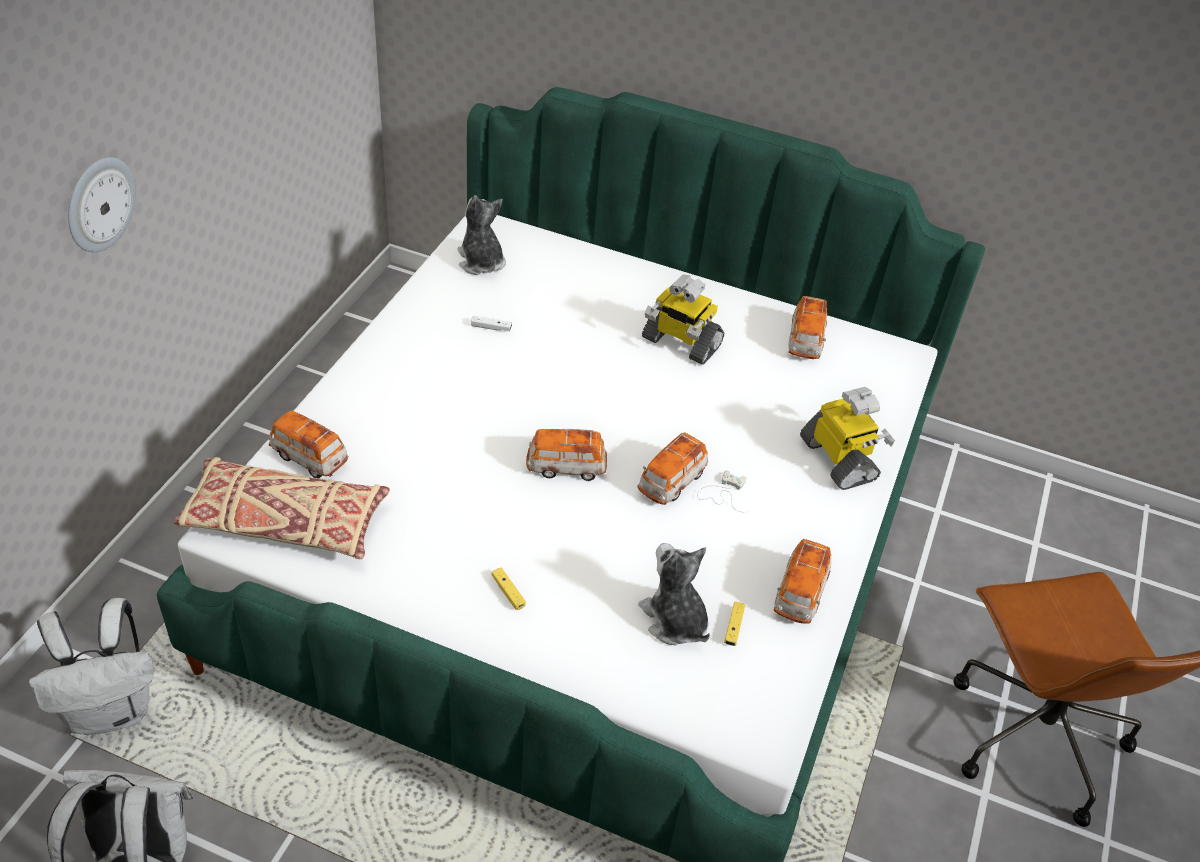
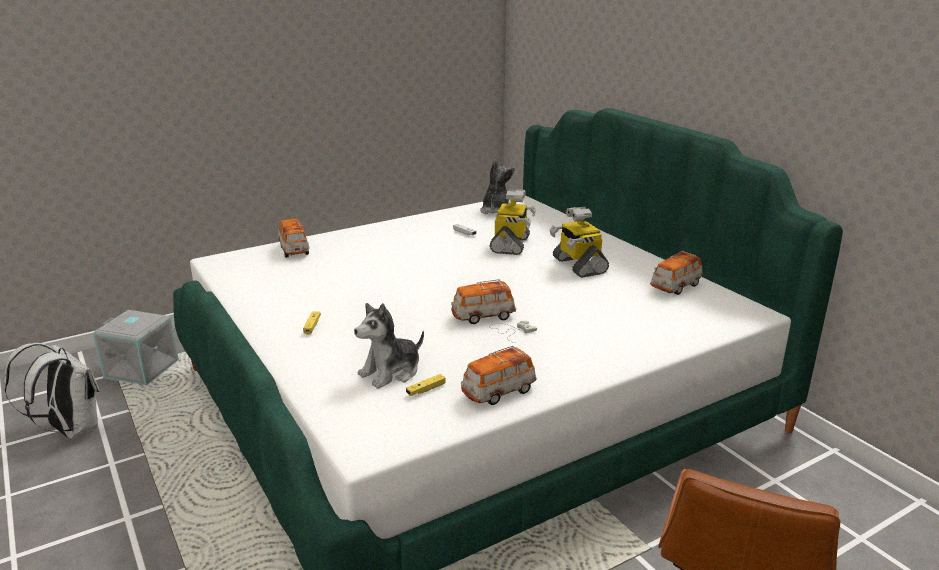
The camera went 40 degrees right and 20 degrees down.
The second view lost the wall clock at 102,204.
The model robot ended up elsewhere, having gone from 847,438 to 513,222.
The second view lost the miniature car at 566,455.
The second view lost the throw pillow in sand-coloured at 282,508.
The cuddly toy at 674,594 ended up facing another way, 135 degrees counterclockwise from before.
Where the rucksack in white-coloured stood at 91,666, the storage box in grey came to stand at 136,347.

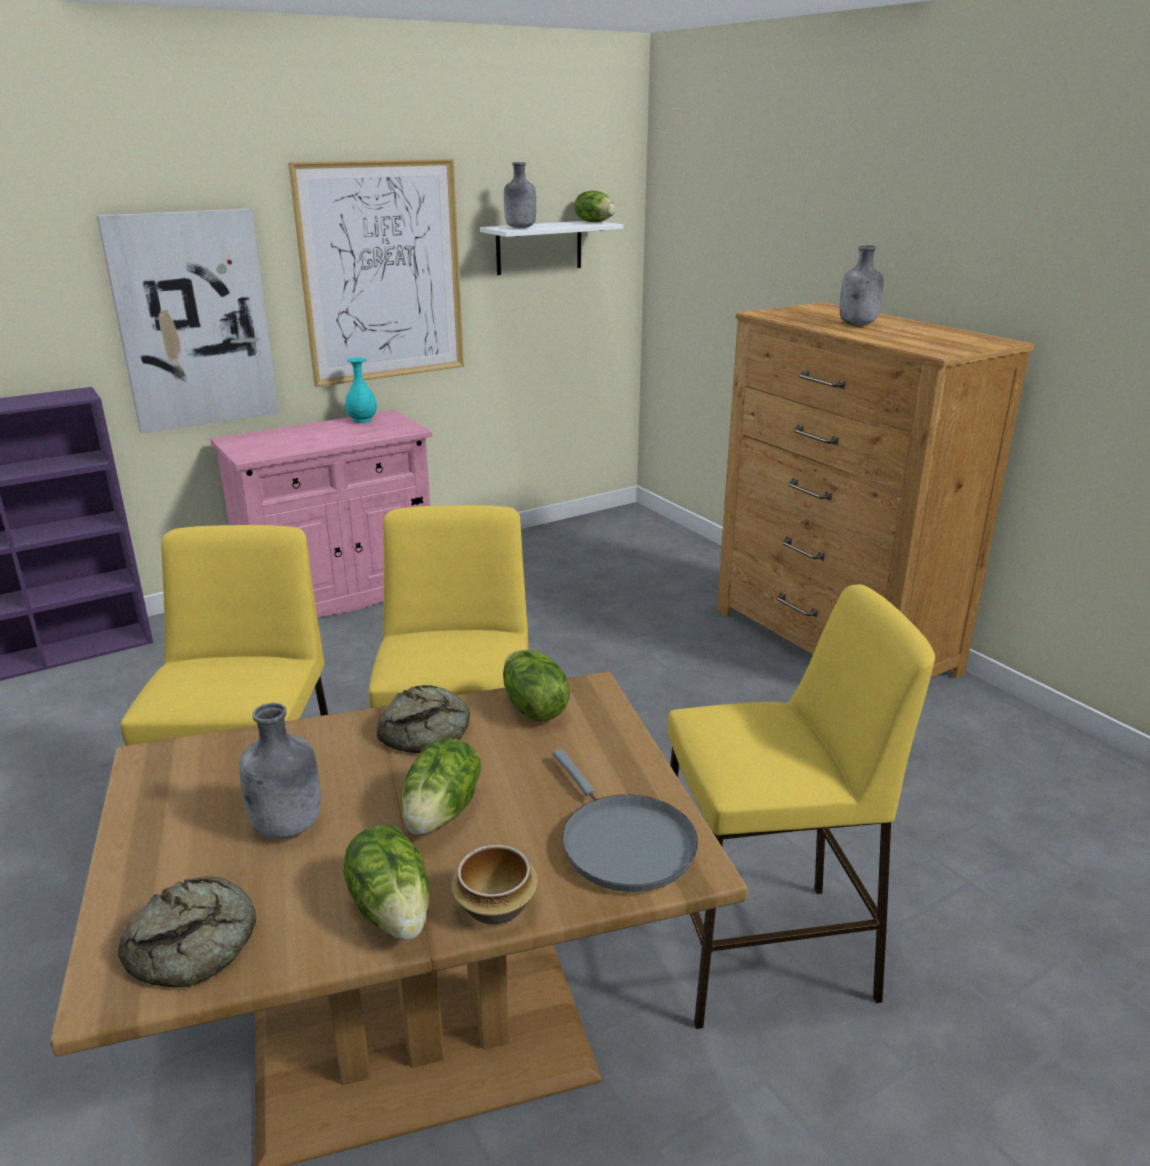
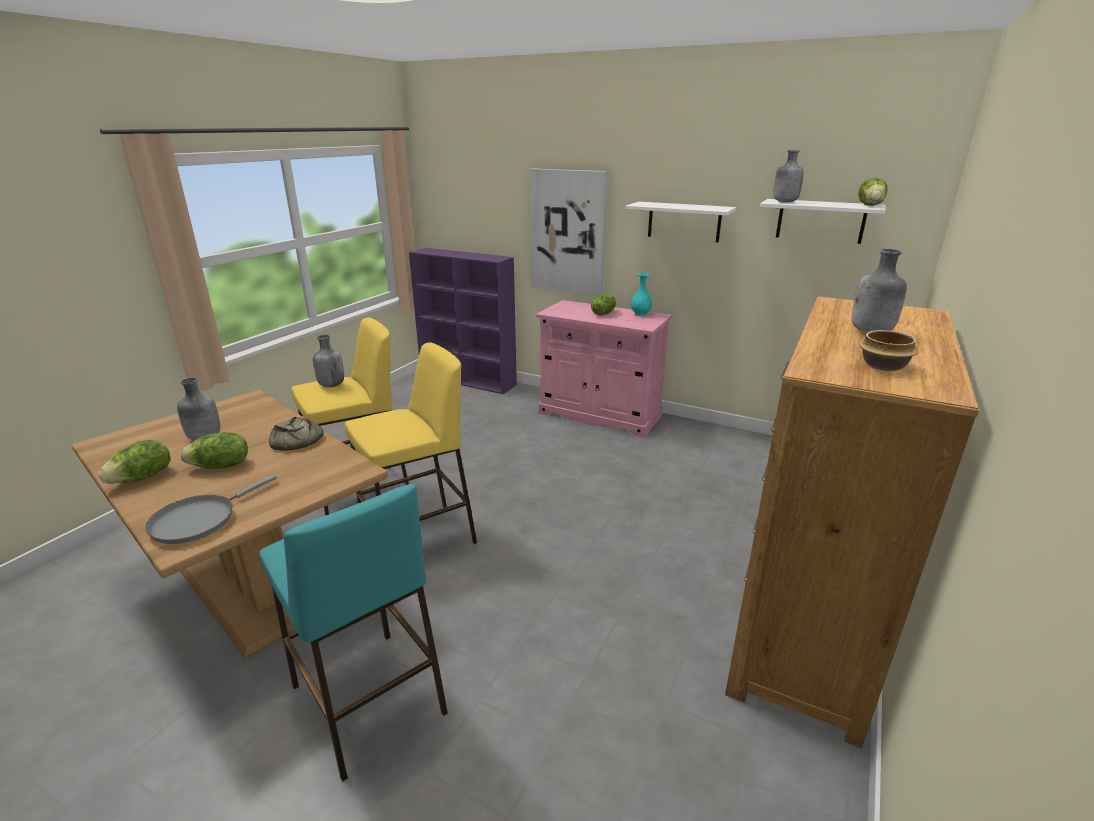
The camera went 60 degrees right and 0 degrees up.
Where the wall art hung at 376,273, the bracket shelf in white-coloured came to hang at 680,222.
What was the stool seat in yellow at 801,807 turned into the stool seat in turquoise-coloured at 353,633.
The lettuce ended up elsewhere, having gone from 536,686 to 603,304.
The bowl ended up elsewhere, having gone from 494,885 to 889,350.
The second view lost the bakery bread at 187,932.
The second view gained the bottle in grey at 328,361.

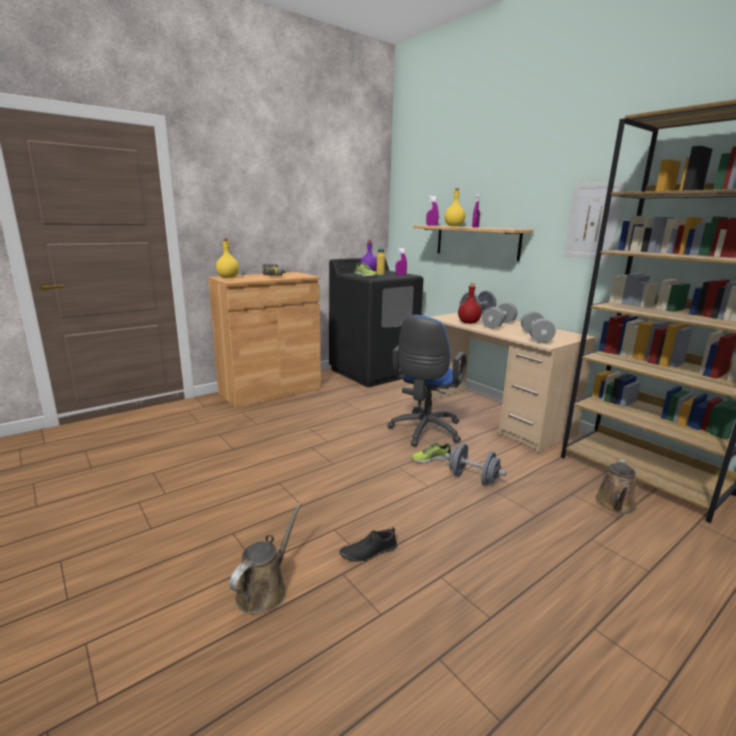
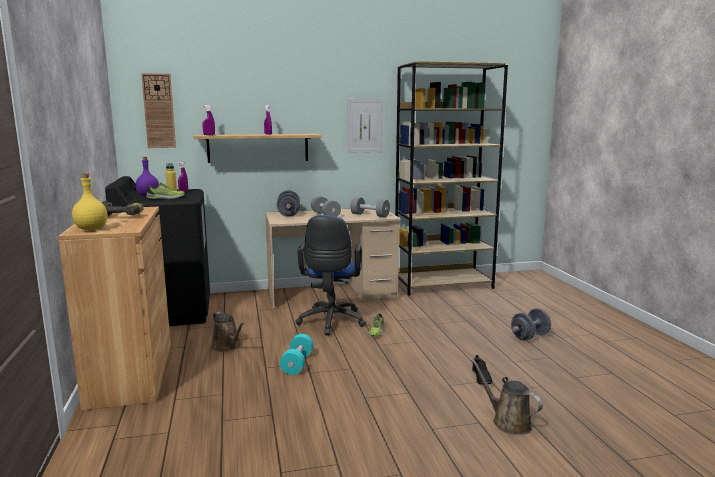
The camera went 65 degrees left and 5 degrees down.
The second view lost the bottle in yellow at 455,207.
The second view lost the bottle in reddish at 470,303.
The office chair in bluish at 426,381 ended up facing another way, 45 degrees clockwise from before.
The hand weight in grey ended up elsewhere, having gone from 475,464 to 531,324.
The watering can in brown ended up elsewhere, having gone from 616,486 to 227,332.
The second view gained the wall clock at 158,110.
The second view gained the hand weight in turquoise-coloured at 296,354.

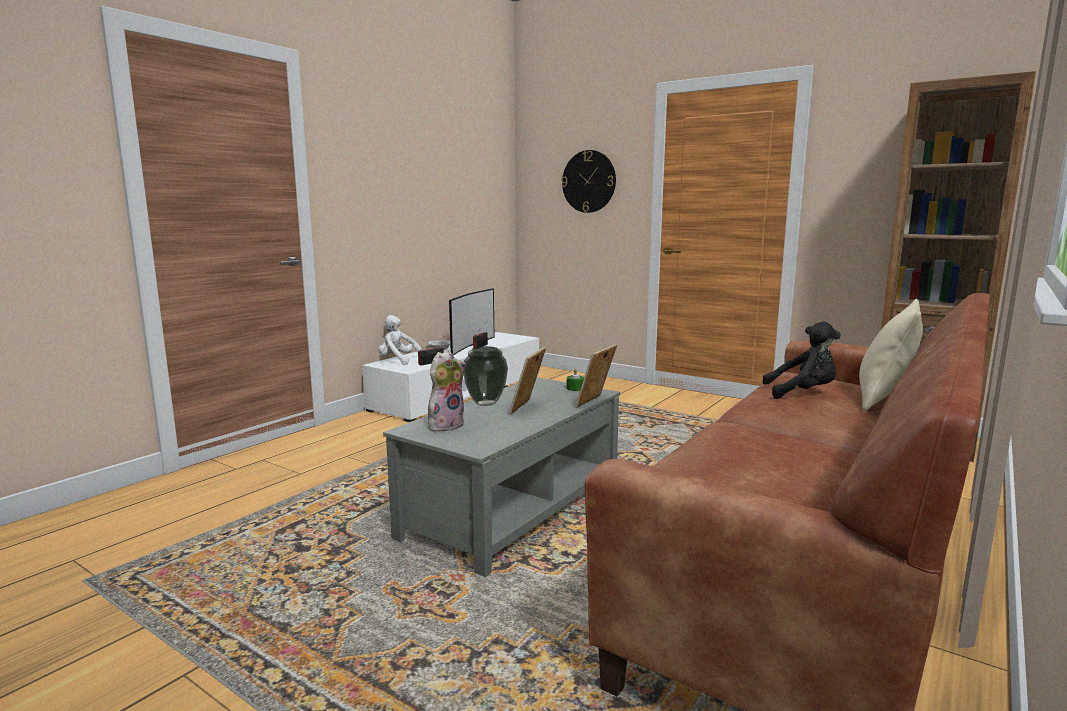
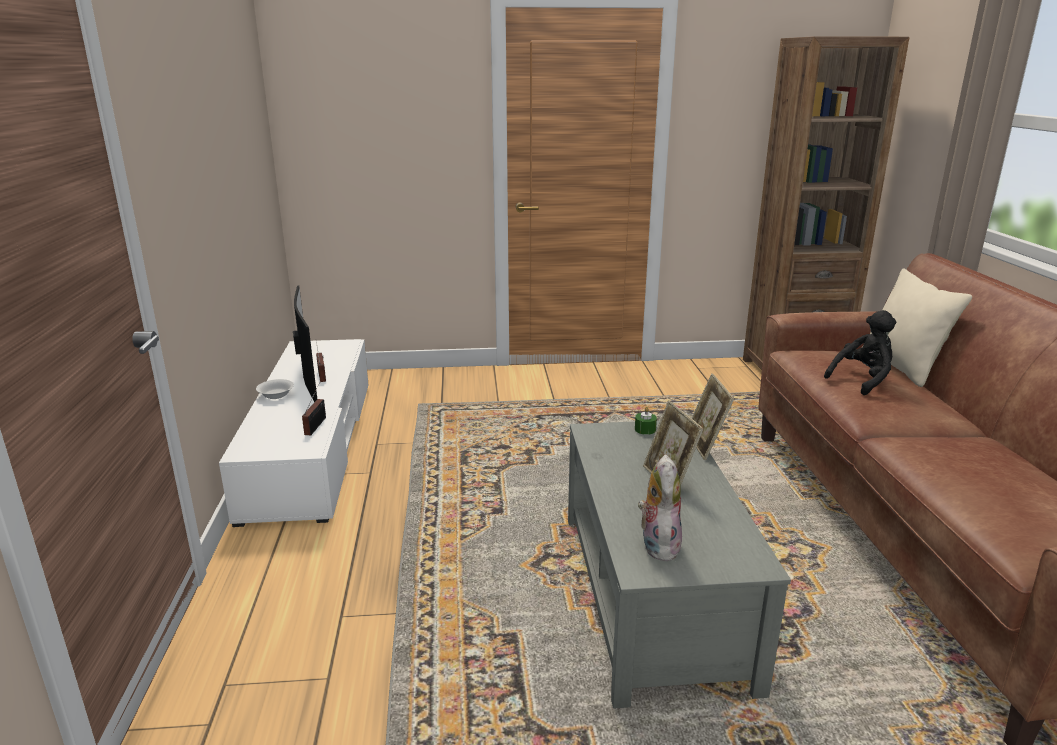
The camera went 40 degrees left and 10 degrees up.
The second view lost the wall clock at 588,181.
The second view lost the cuddly toy in white-coloured at 399,340.
The second view lost the flower vase at 486,376.

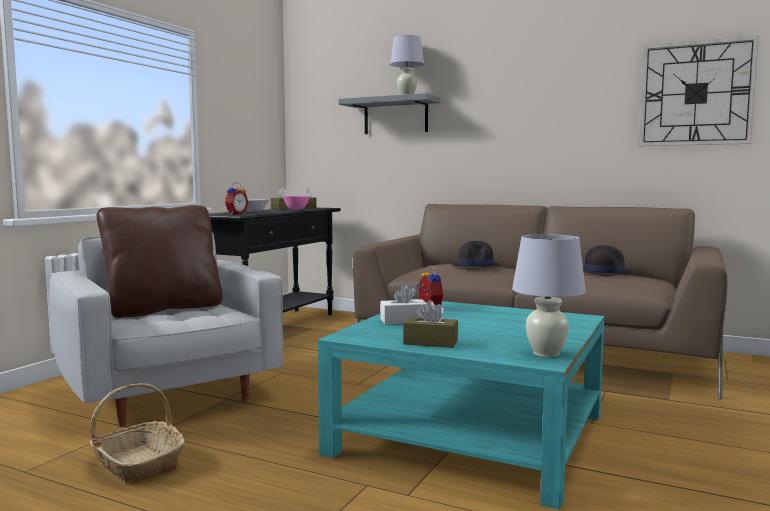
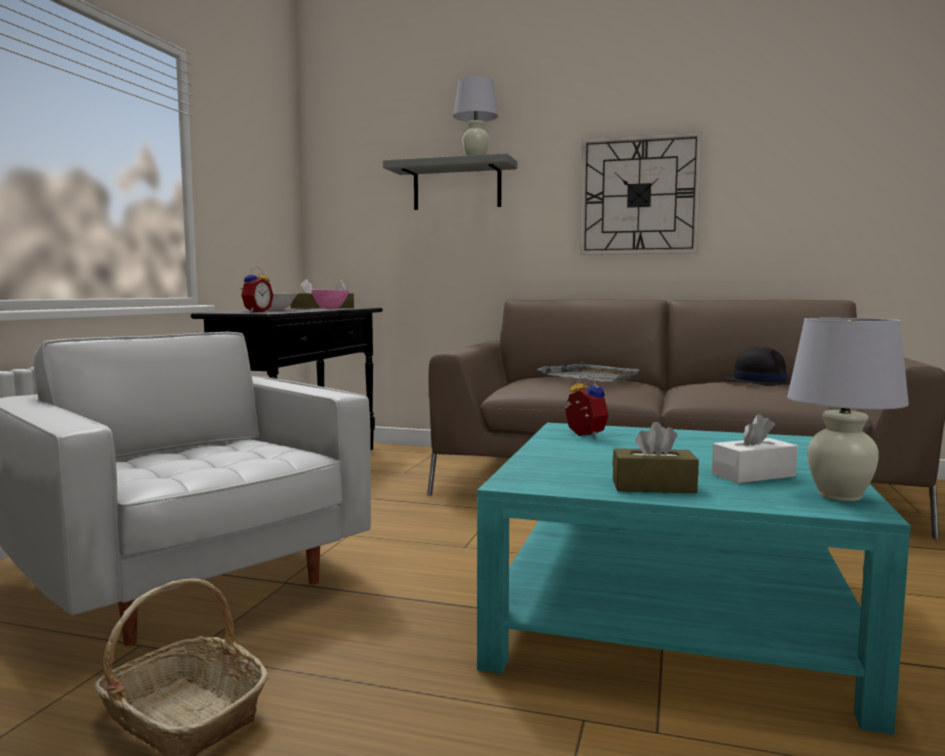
The camera went 10 degrees left and 0 degrees up.
The wall clock ended up elsewhere, having gone from 698,91 to 641,193.
The second view lost the throw pillow in brown at 160,261.
Where the hat in black-coloured stood at 475,254, the tray in grey came to stand at 589,372.
The box of tissues in white-coloured ended up elsewhere, having gone from 403,304 to 755,448.

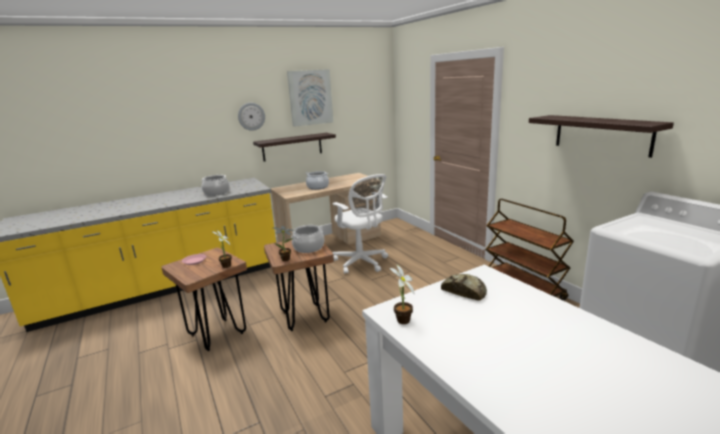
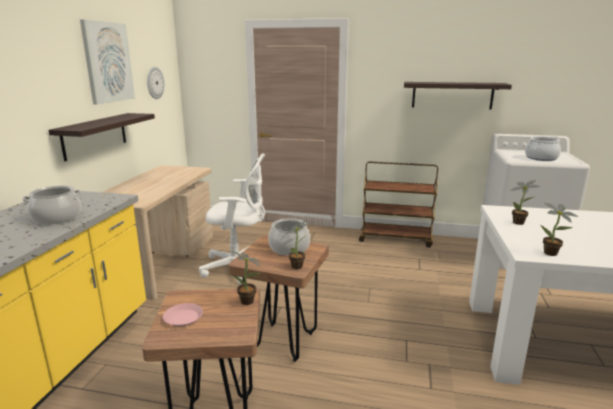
The camera went 50 degrees left and 0 degrees up.
The wall clock ended up elsewhere, having gone from 251,117 to 155,83.
The stockpot ended up elsewhere, having gone from 317,180 to 543,148.
Where the bakery bread stood at 464,287, the plant in a pot came to stand at 525,202.

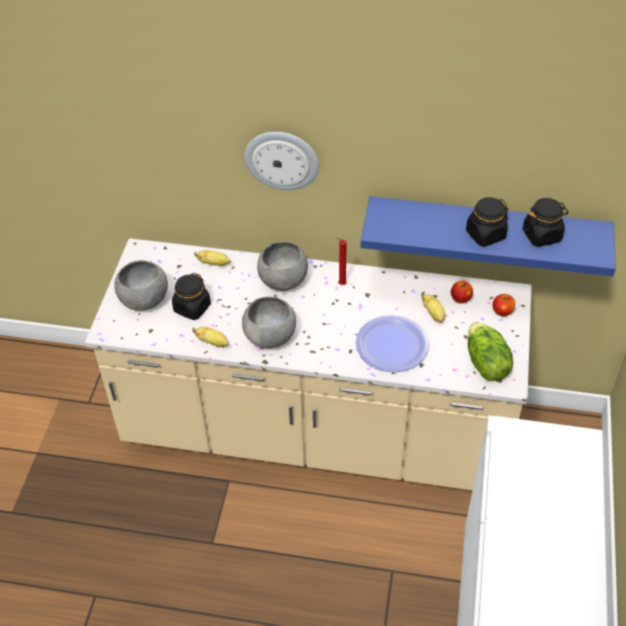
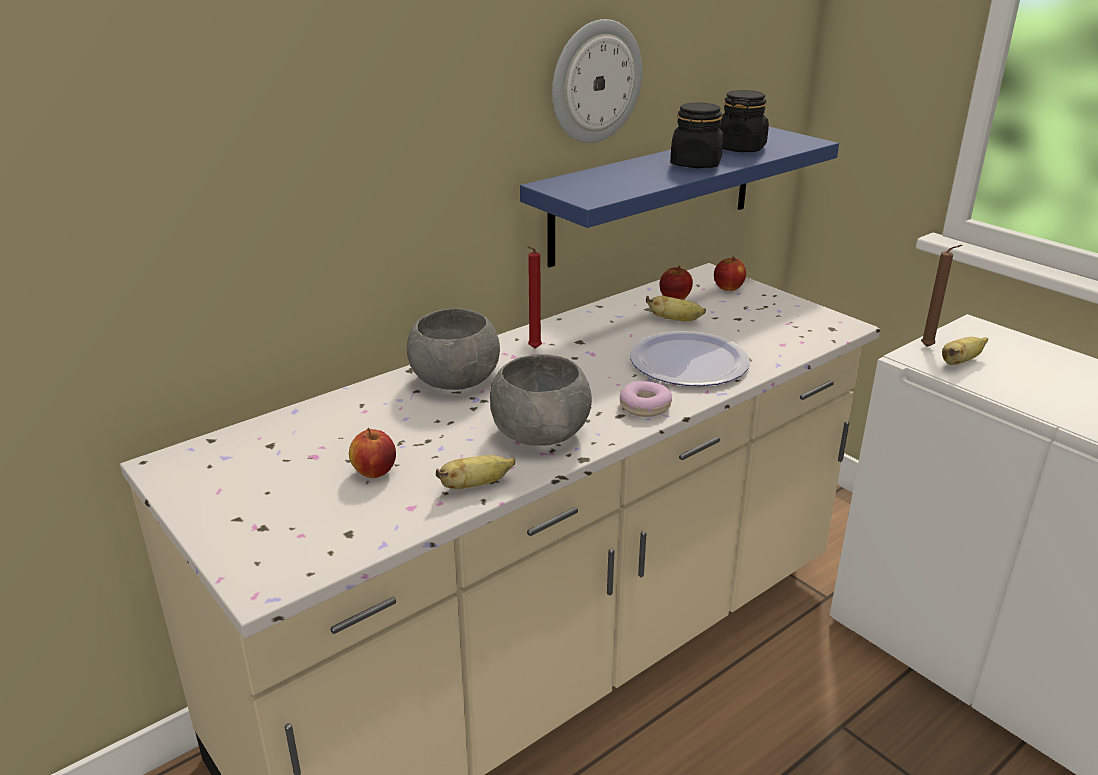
The camera went 50 degrees left and 20 degrees down.
The wall clock ended up elsewhere, having gone from 281,161 to 597,81.
The banana ended up elsewhere, having gone from 212,258 to 965,351.
The second view lost the bowl in grey at 141,285.
Where the preserve jar in black-coloured stood at 191,296, the apple fruit came to stand at 372,453.
The second view lost the lettuce at 490,351.
The second view gained the wax light in brown at 941,296.
The second view gained the doughnut at 646,399.

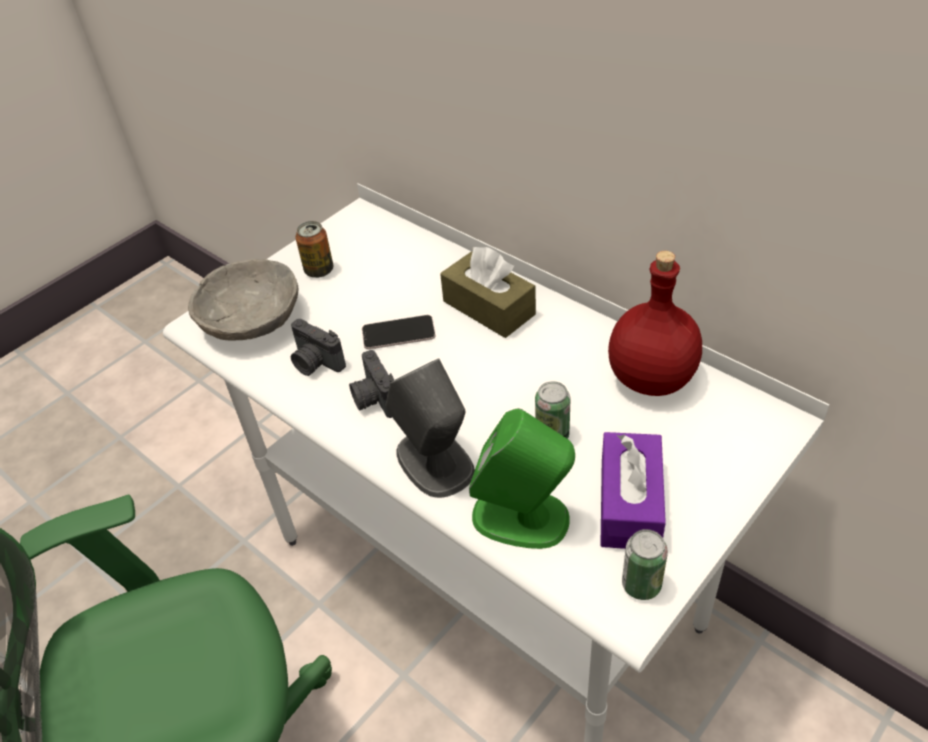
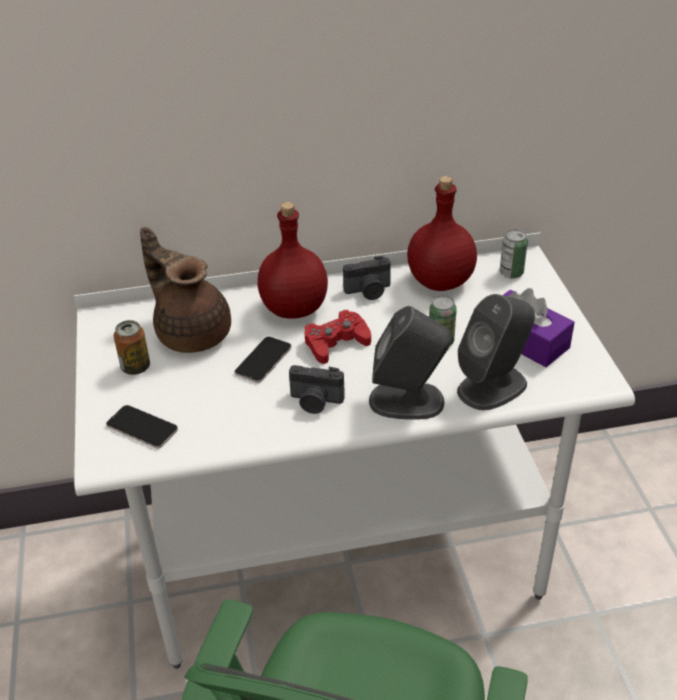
The camera went 55 degrees left and 5 degrees down.
Where the box of tissues in brown stood at 488,292, the bottle in reddish came to stand at 293,260.
Where the bowl in grey stood at 243,300, the phone came to stand at 142,426.
The photo camera ended up elsewhere, having gone from 318,347 to 367,278.
What was the audio speaker in green at 522,478 turned into the audio speaker in grey at 496,352.
The can ended up elsewhere, having gone from 645,564 to 514,254.
The second view gained the tea pot in brown at 185,290.
The second view gained the joypad in reddish at 337,337.

